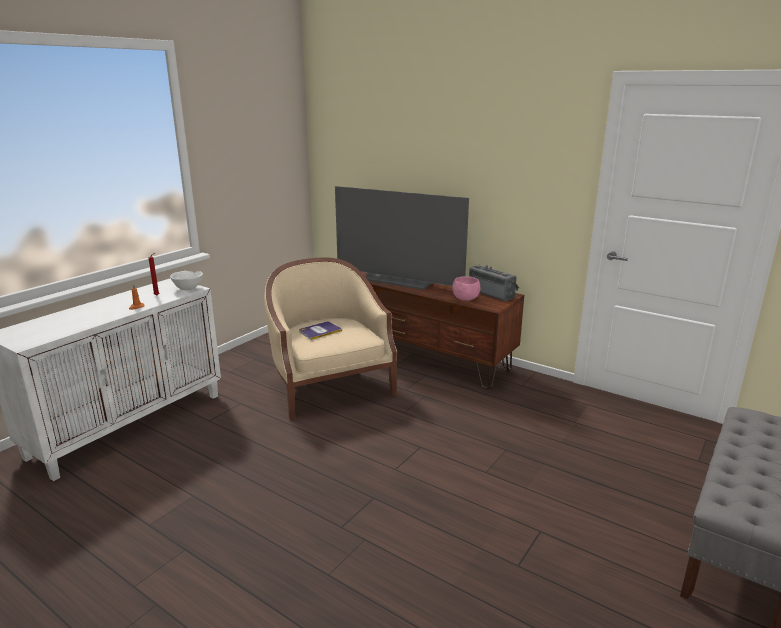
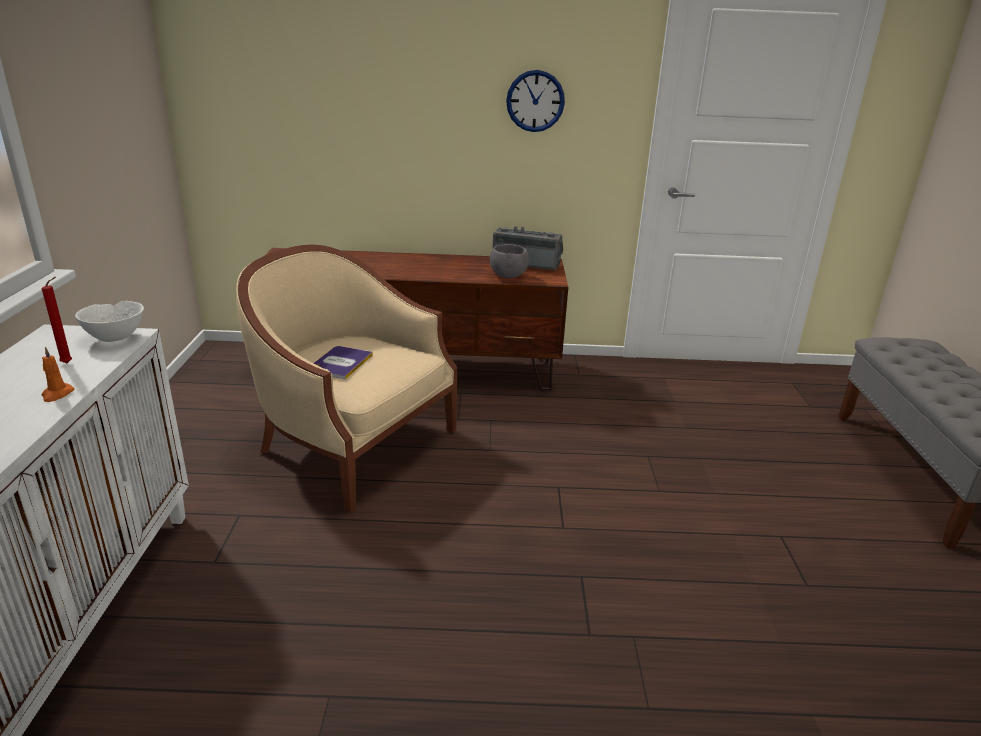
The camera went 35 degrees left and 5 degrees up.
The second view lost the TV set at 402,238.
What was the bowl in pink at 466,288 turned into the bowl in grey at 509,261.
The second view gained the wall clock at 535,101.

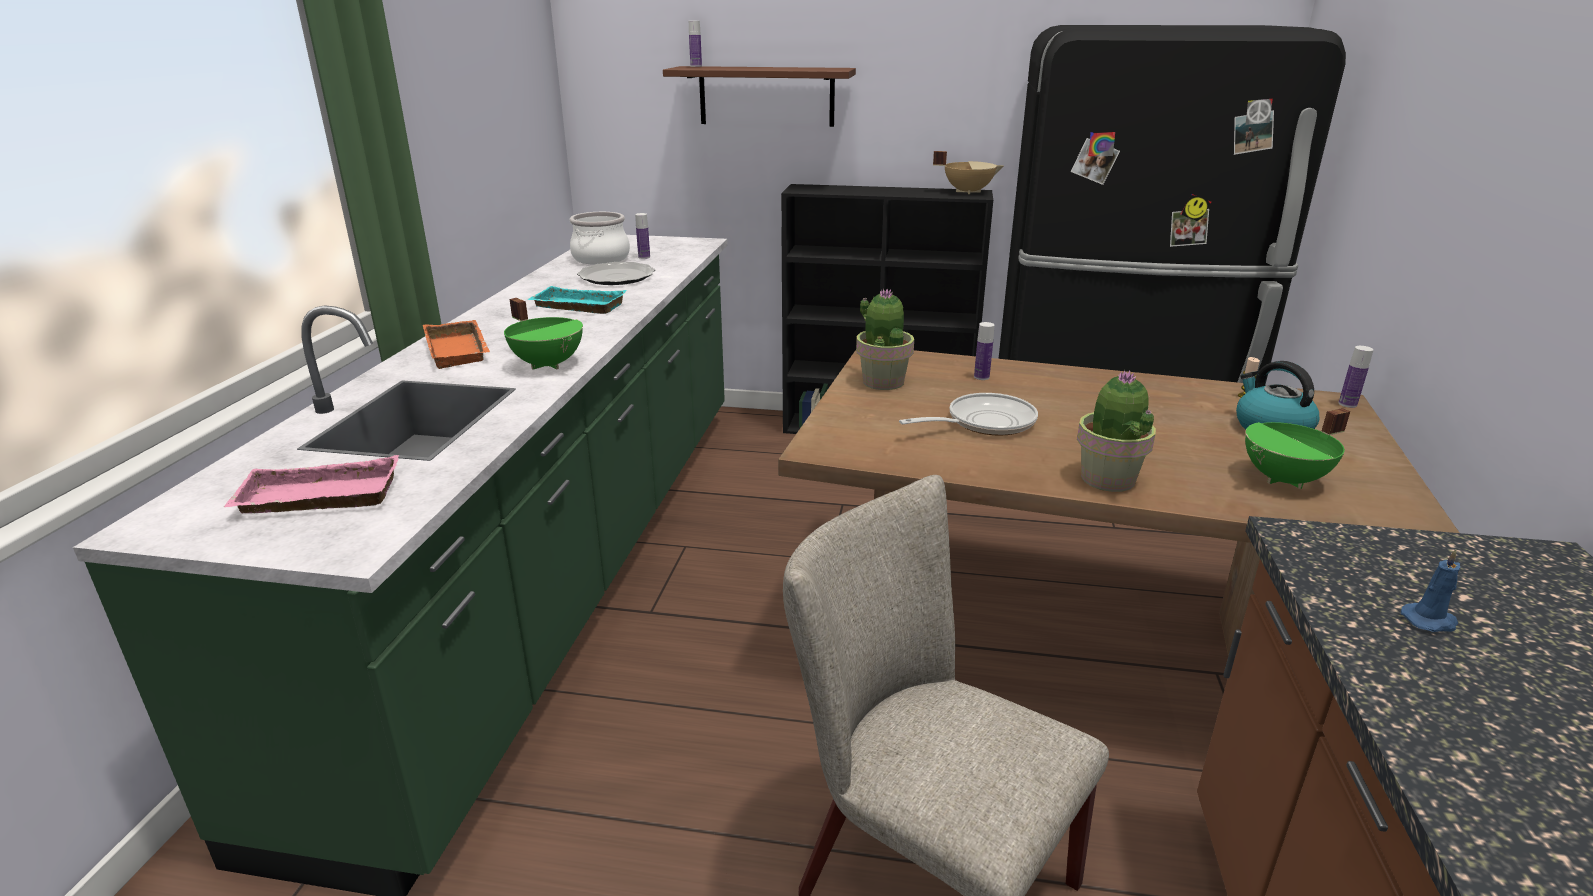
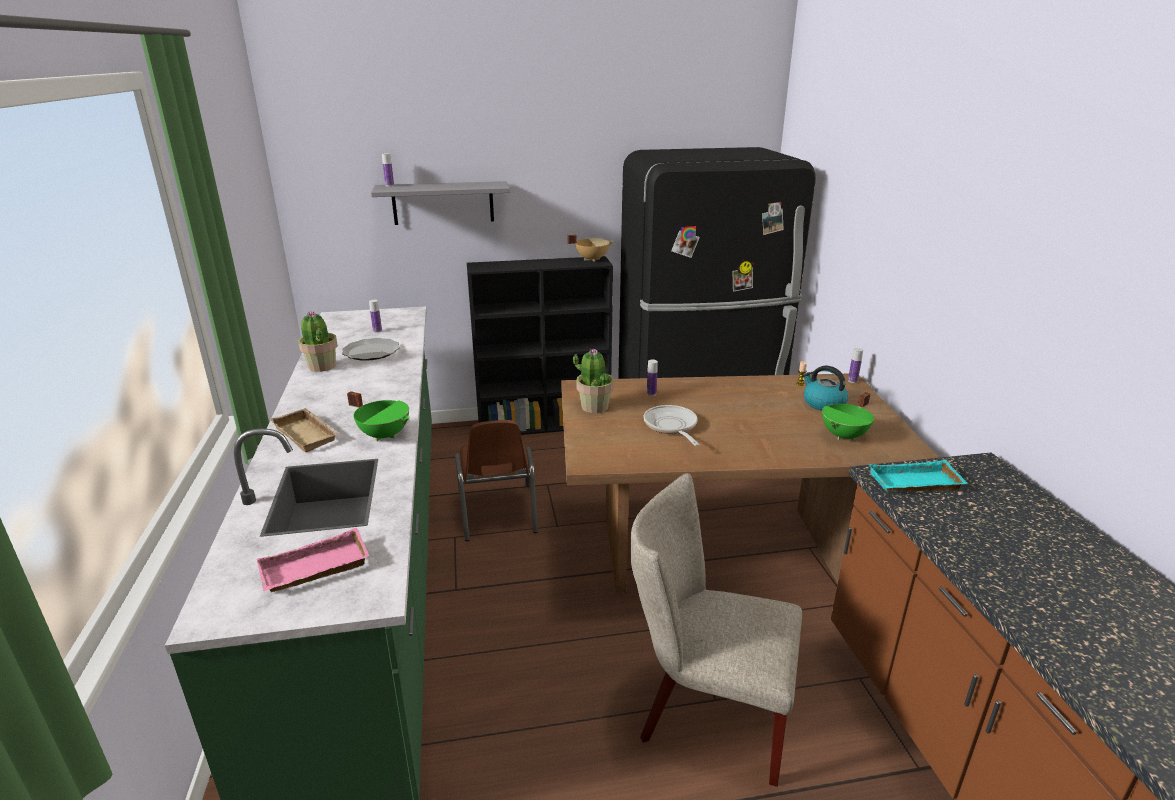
The camera went 20 degrees left and 0 degrees up.
What was the bracket shelf in brown at 759,96 turned into the bracket shelf in grey at 440,203.
The second view lost the stockpot at 600,238.
The tray in turquoise-coloured ended up elsewhere, having gone from 577,300 to 917,476.
What was the tray in orangey at 456,344 turned into the tray in sand-coloured at 305,430.
The plant in a pot ended up elsewhere, having gone from 1116,431 to 318,341.
The pan at 968,414 ended up facing another way, 60 degrees counterclockwise from before.
The second view lost the wax light in bluish at 1430,590.
The second view gained the plain chair in brown at 496,480.

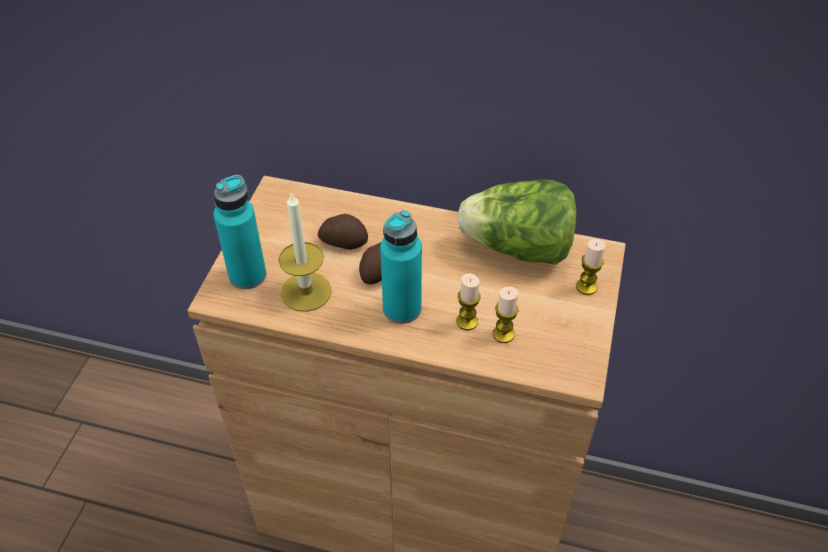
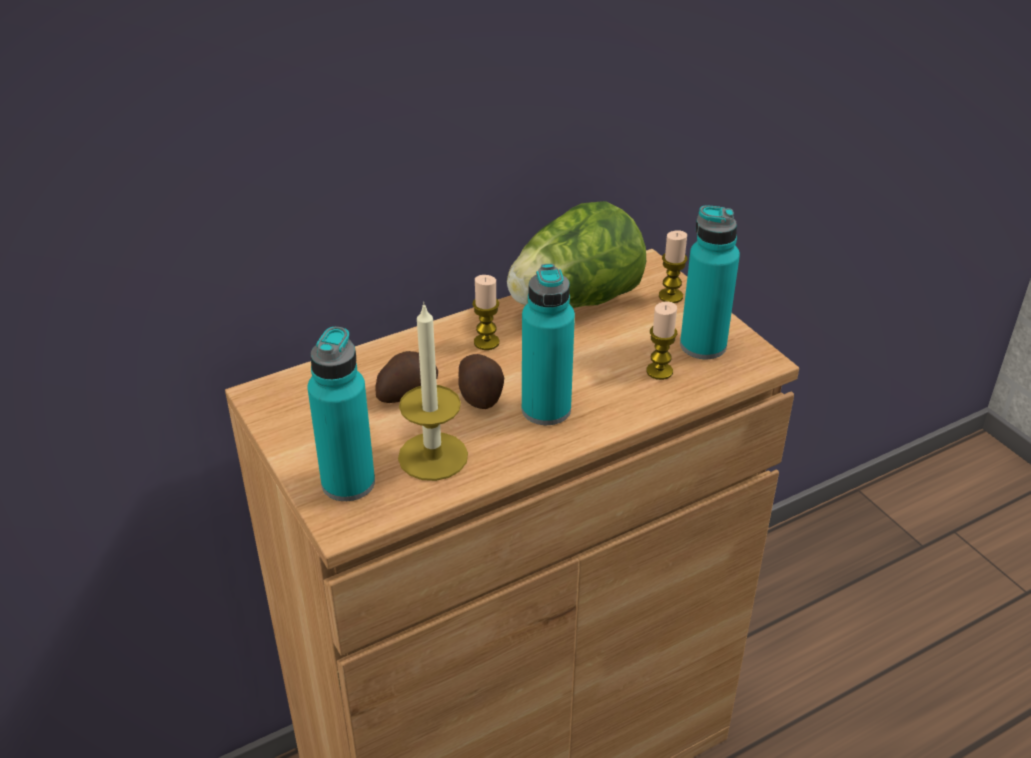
The camera went 45 degrees left and 10 degrees down.
The wax light ended up elsewhere, having gone from 468,301 to 486,312.
The second view gained the bottle in turquoise-coloured at 710,282.

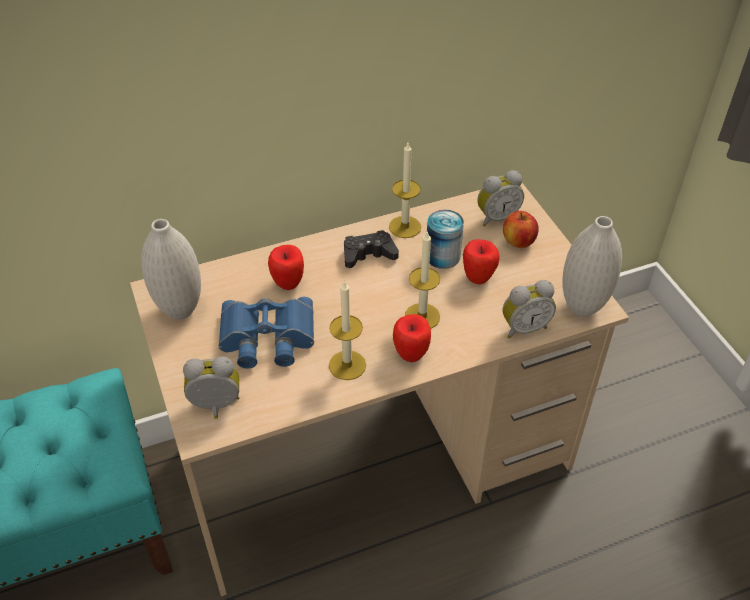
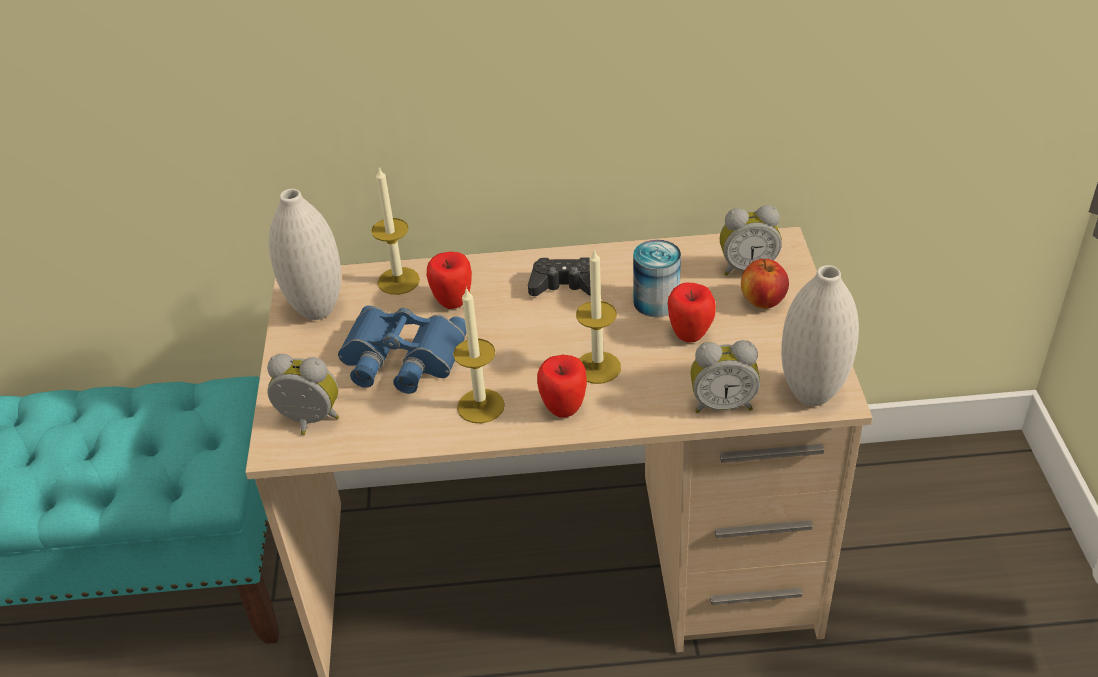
The camera went 20 degrees right and 5 degrees down.
The wax light ended up elsewhere, having gone from 405,190 to 395,231.

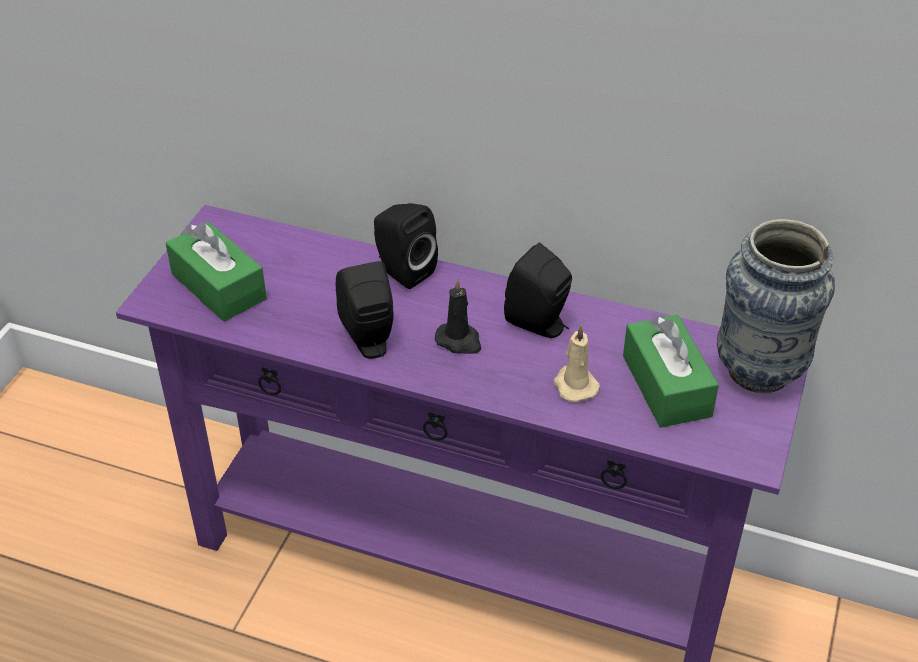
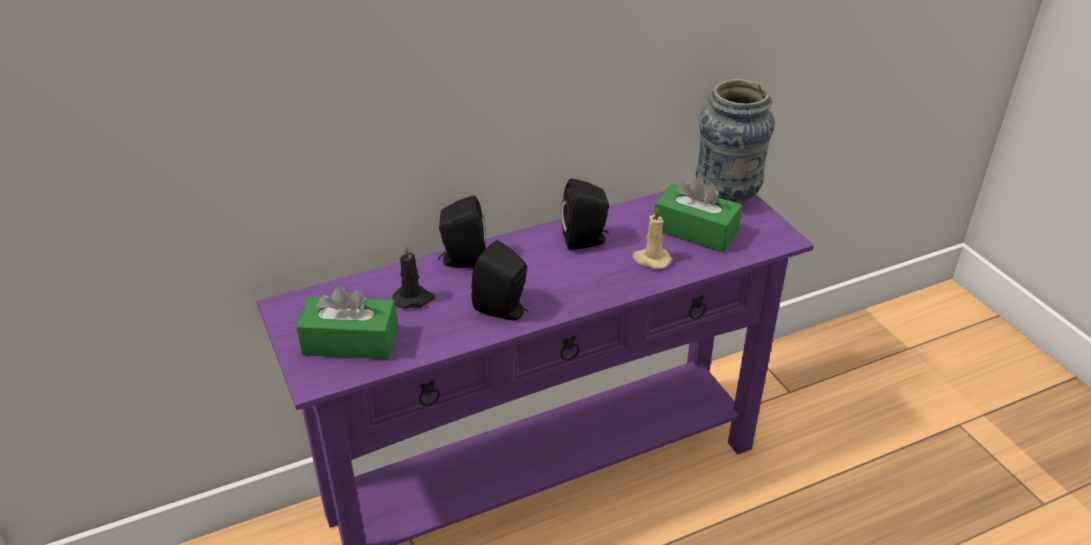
The camera went 45 degrees left and 5 degrees down.
The wax light in black-coloured ended up elsewhere, having gone from 458,316 to 414,277.

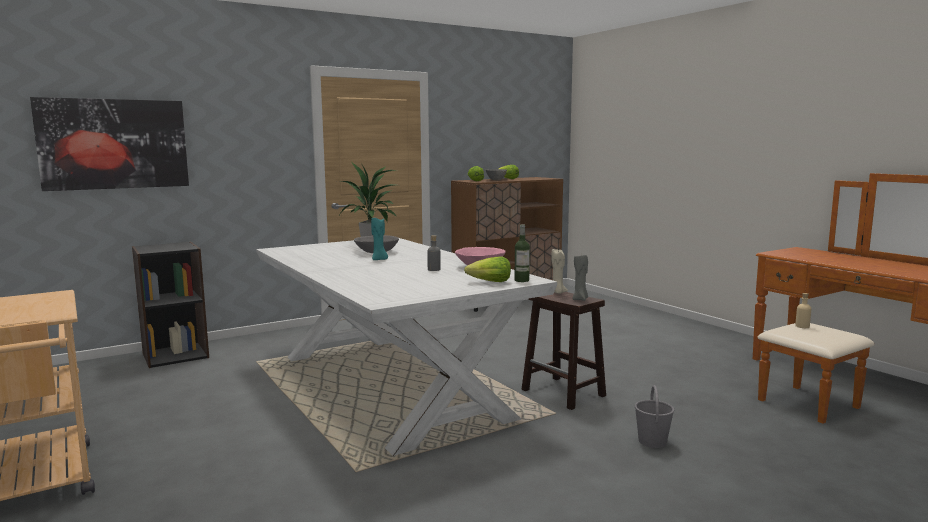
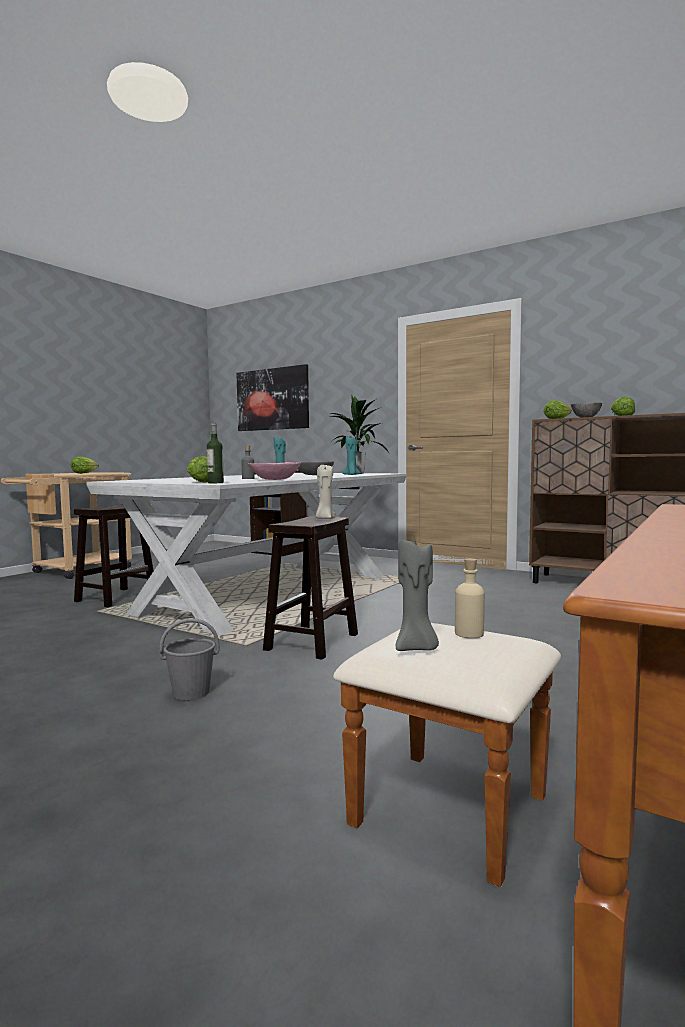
The camera went 65 degrees right and 5 degrees down.
The wax light in grey ended up elsewhere, having gone from 580,278 to 417,594.
The second view gained the wax light in turquoise-coloured at 351,455.
The second view gained the lettuce at 85,465.
The second view gained the stool seat in brown at 113,555.

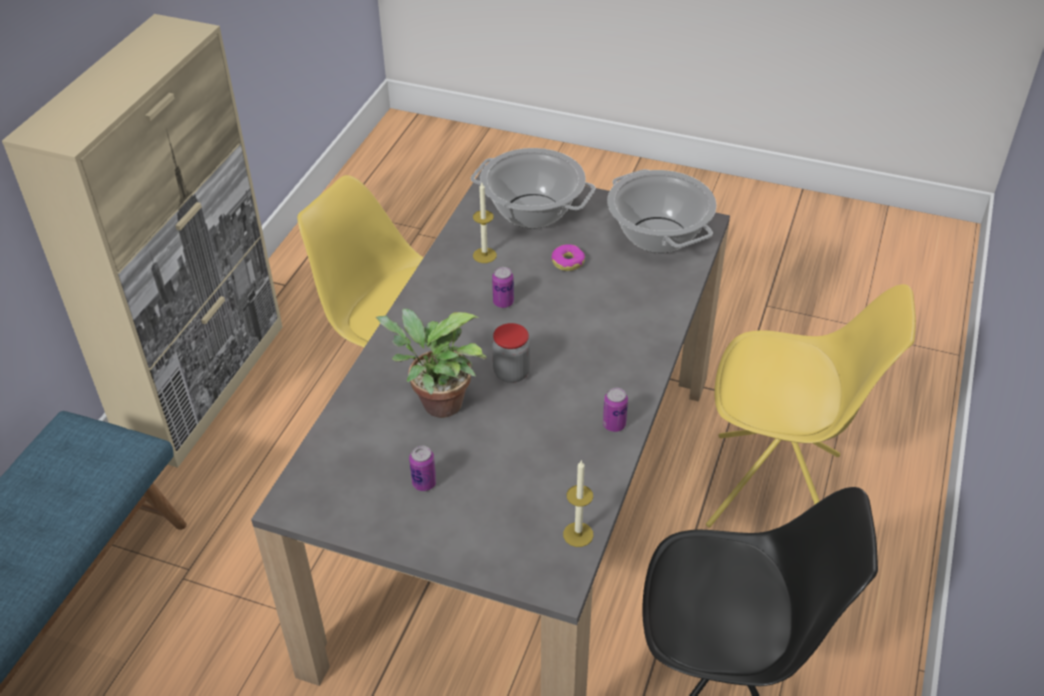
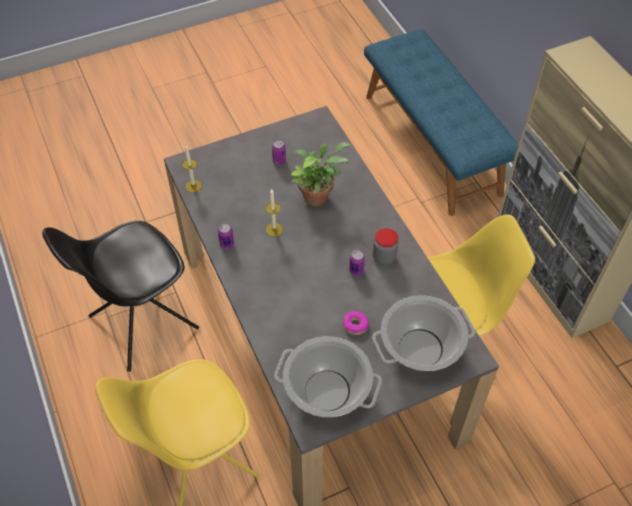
The camera went 135 degrees right and 10 degrees up.
The wax light ended up elsewhere, having gone from 485,223 to 274,213.
The preserve jar ended up elsewhere, having gone from 511,353 to 385,246.

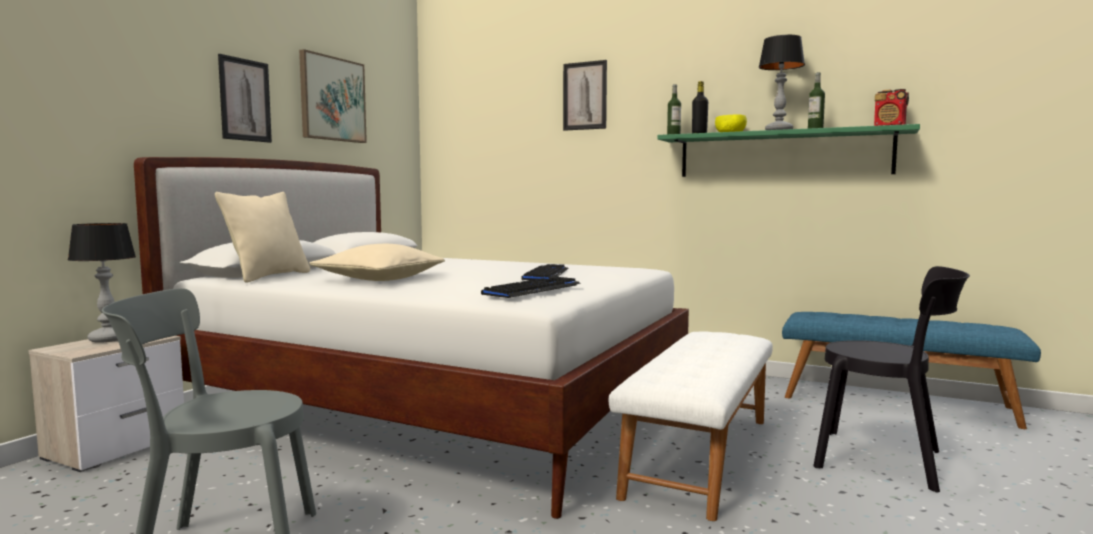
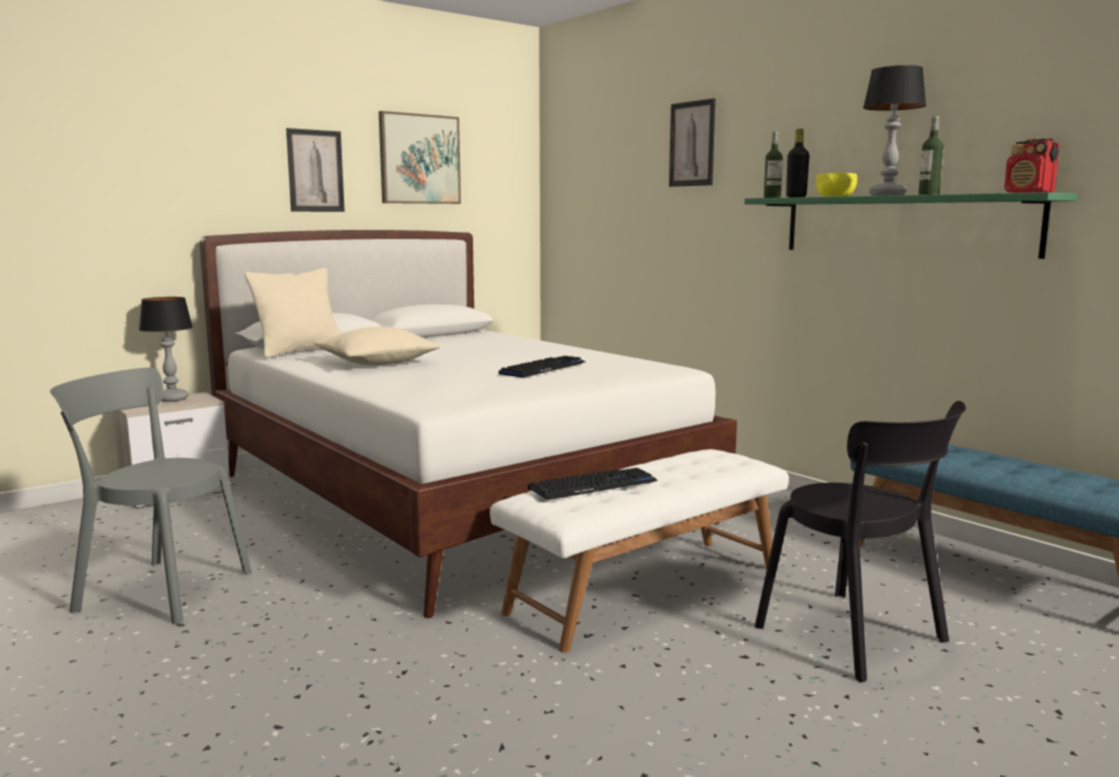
The camera went 25 degrees right and 5 degrees up.
The keyboard ended up elsewhere, having gone from 531,287 to 593,484.

